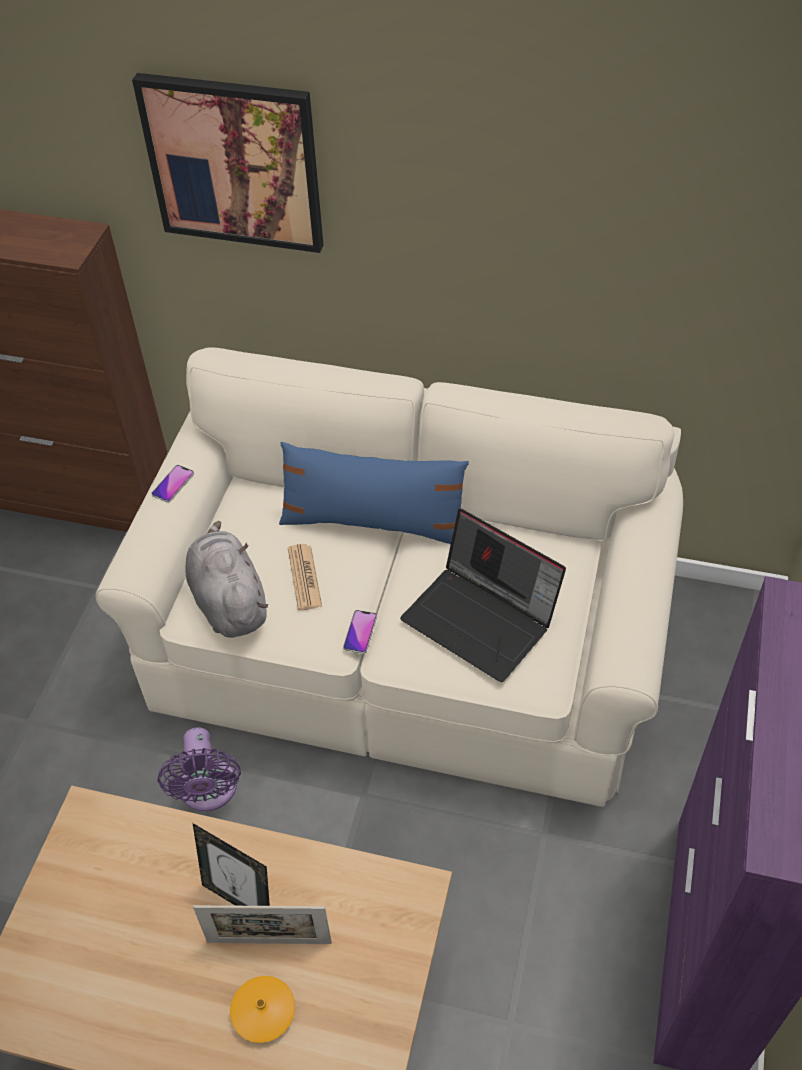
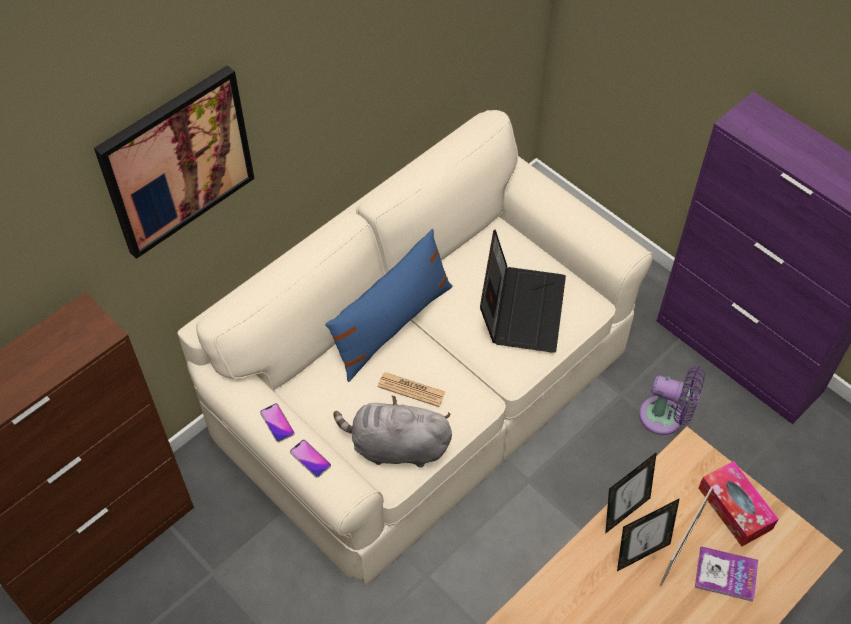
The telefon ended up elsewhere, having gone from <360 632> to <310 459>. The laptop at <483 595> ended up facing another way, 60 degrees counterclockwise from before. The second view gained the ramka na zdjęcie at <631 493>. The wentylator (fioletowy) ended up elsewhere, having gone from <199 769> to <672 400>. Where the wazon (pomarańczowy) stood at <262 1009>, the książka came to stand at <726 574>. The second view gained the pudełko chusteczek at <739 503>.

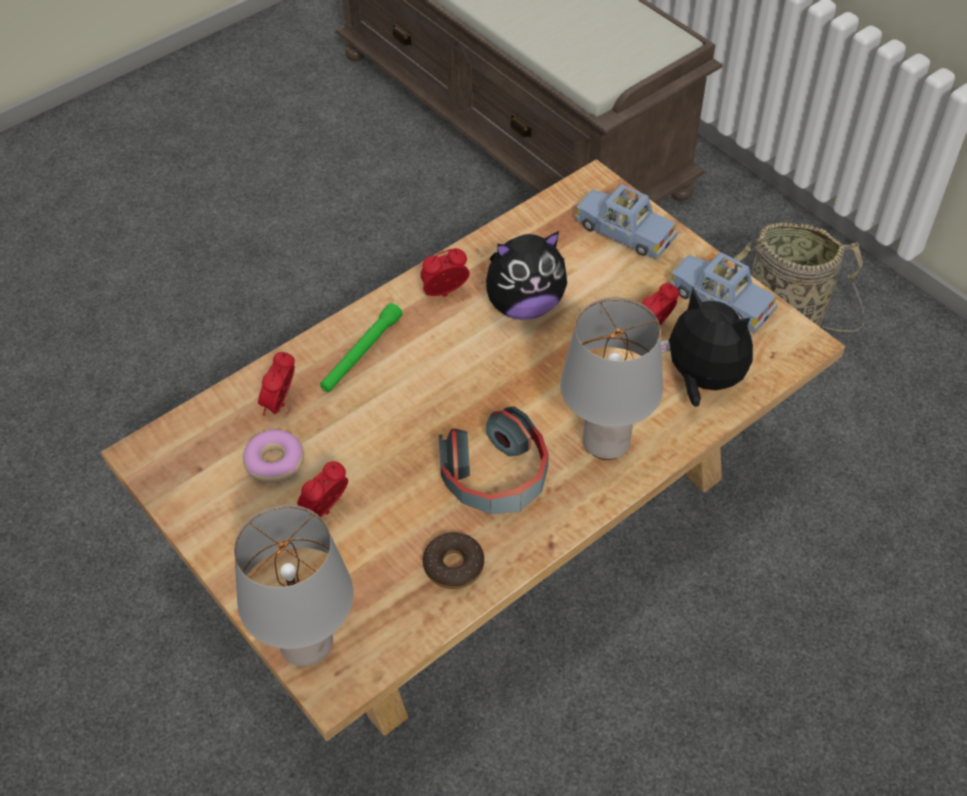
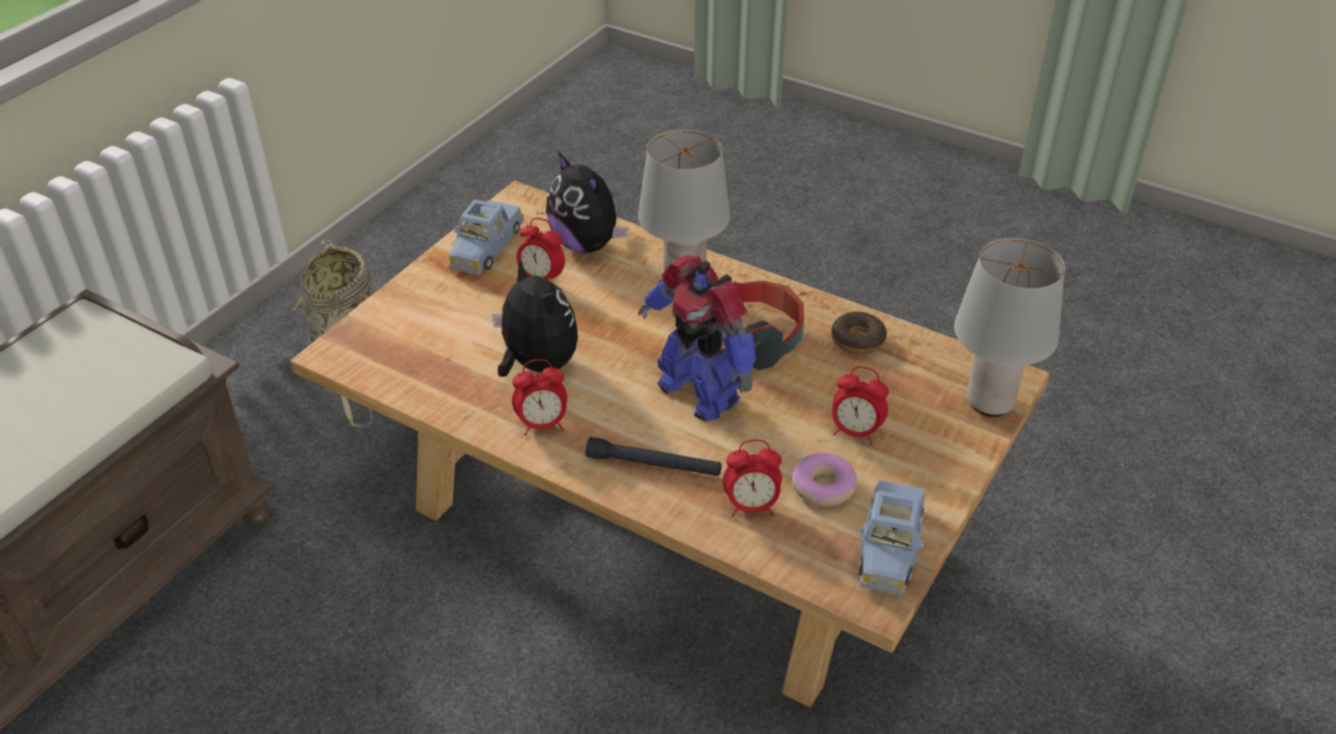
The budzik at <445 272> ended up facing another way, 60 degrees counterclockwise from before. The pluszak at <707 347> ended up facing another way, 60 degrees counterclockwise from before. What was the latarka (zielony) at <361 347> turned into the latarka (czarny) at <654 456>. The second view gained the robot zabawkowy at <697 338>. The samochodzik (niebieski) ended up elsewhere, having gone from <626 222> to <891 538>.

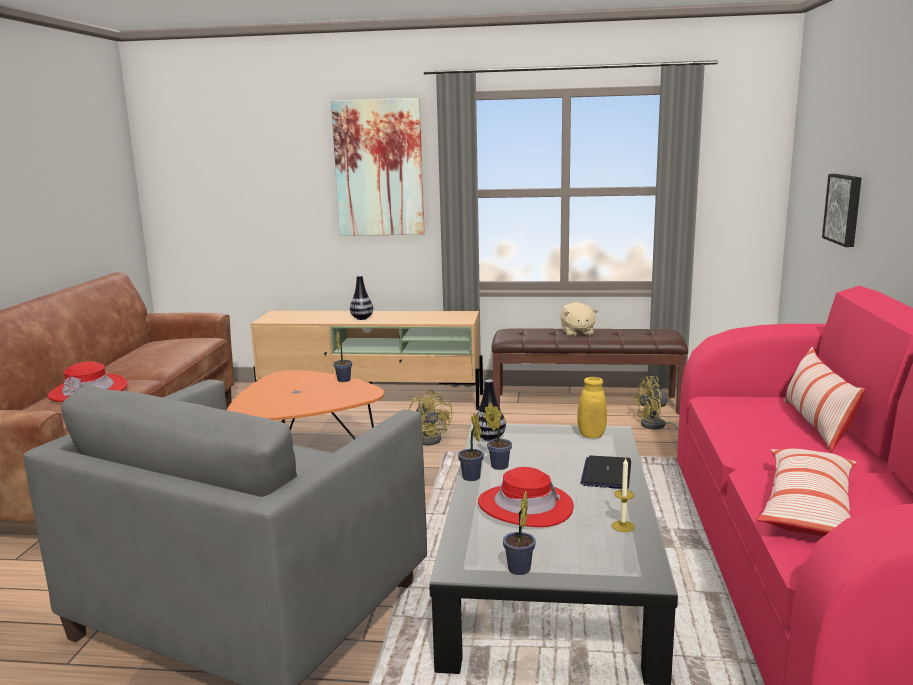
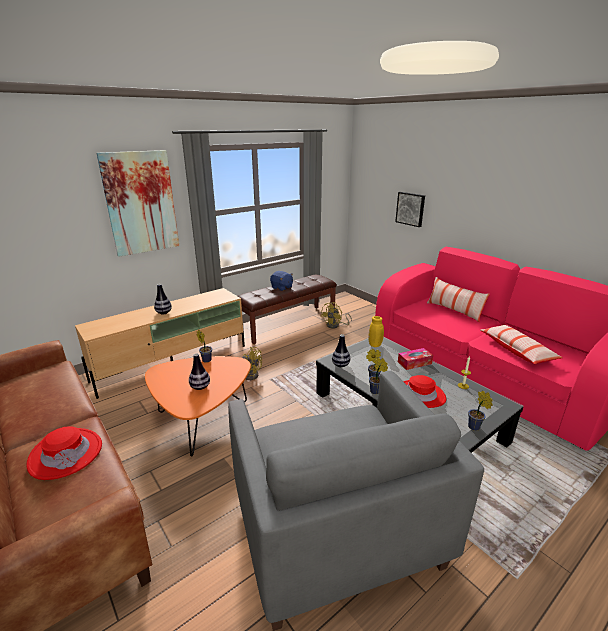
The second view gained the wazon at <199 371>. What was the pluszak (beżowy) at <579 319> turned into the pluszak (niebieski) at <281 281>. Where the laptop stood at <605 472>, the pudełko chusteczek came to stand at <415 359>.

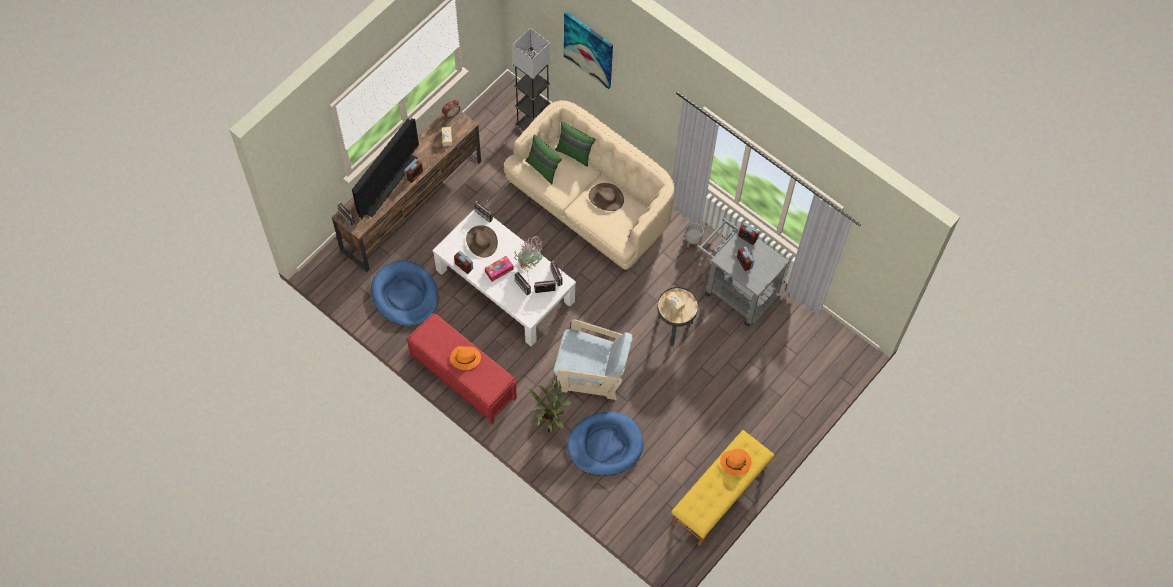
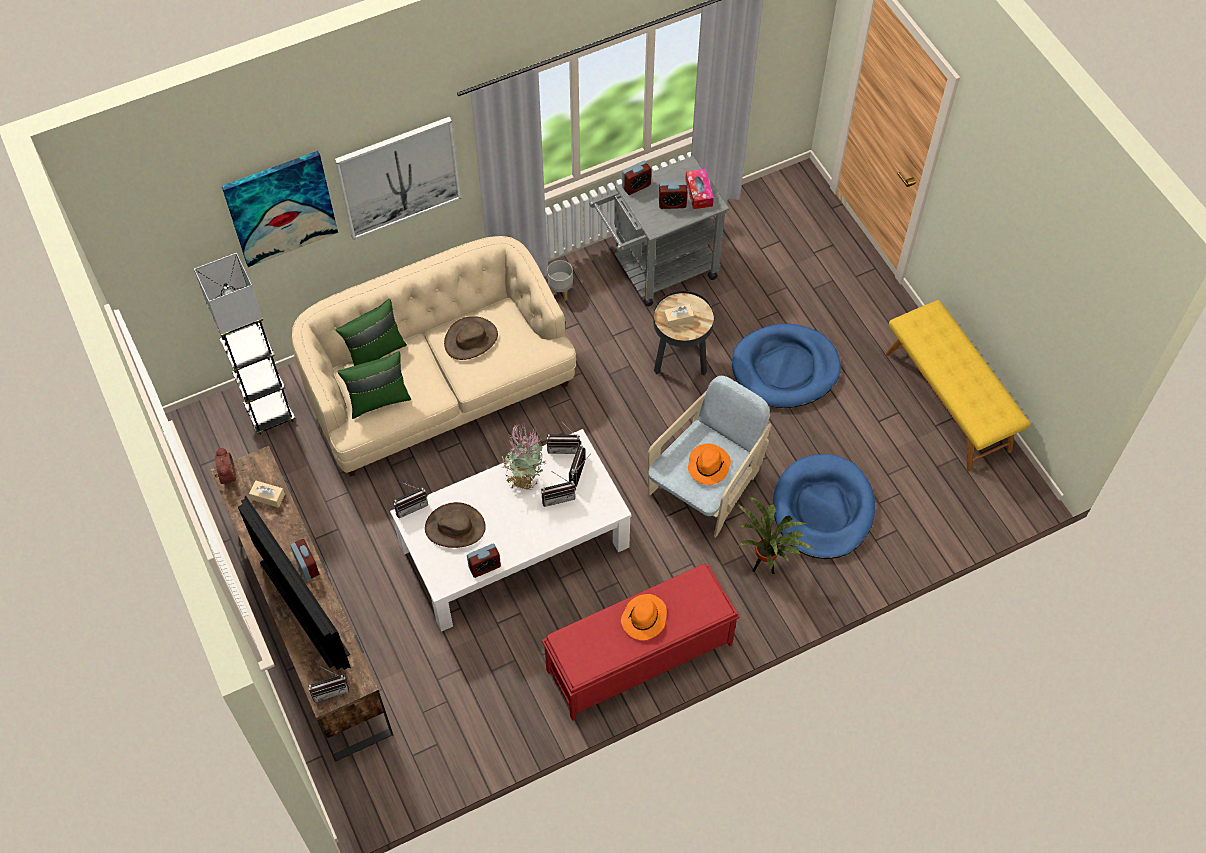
The second view gained the obraz at <398 178>. The pudełko chusteczek ended up elsewhere, having gone from <499 269> to <699 189>. The kapelusz (pomarańczowy) ended up elsewhere, having gone from <735 462> to <709 464>. The legowisko (niebieski) ended up elsewhere, having gone from <405 293> to <786 366>.

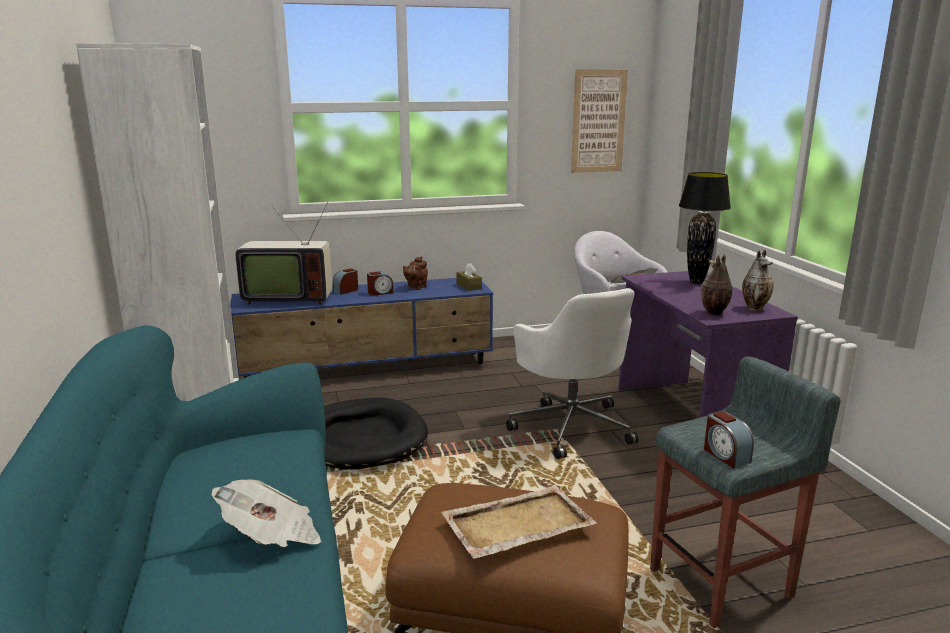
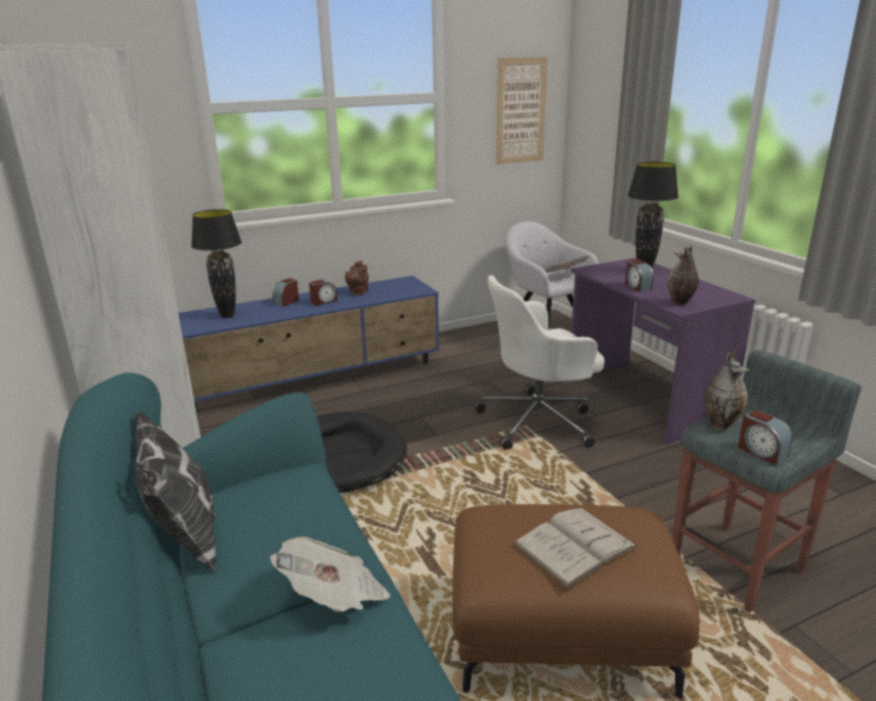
The second view gained the poduszka at <175 491>. Where the telewizor stood at <283 253>, the lampa stołowa (czarny) came to stand at <216 263>. The krzesło biurowe (biały) at <572 373> ended up facing another way, 105 degrees clockwise from before. Where the taca (beżowy) stood at <519 522>, the książka (biały) came to stand at <575 548>. The second view gained the budzik at <639 275>. The wazon ended up elsewhere, having gone from <758 280> to <727 390>. The second view lost the pudełko chusteczek (brązowy) at <469 277>.

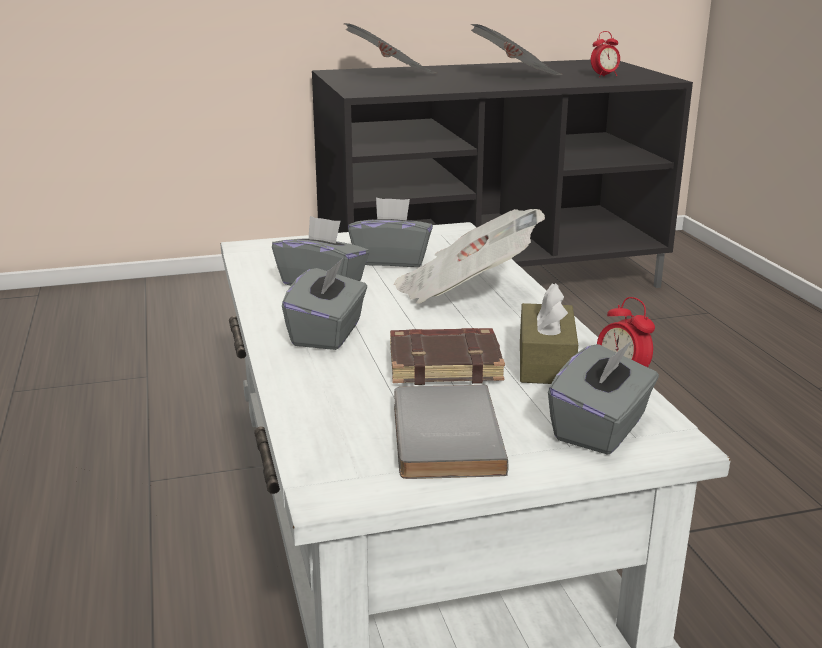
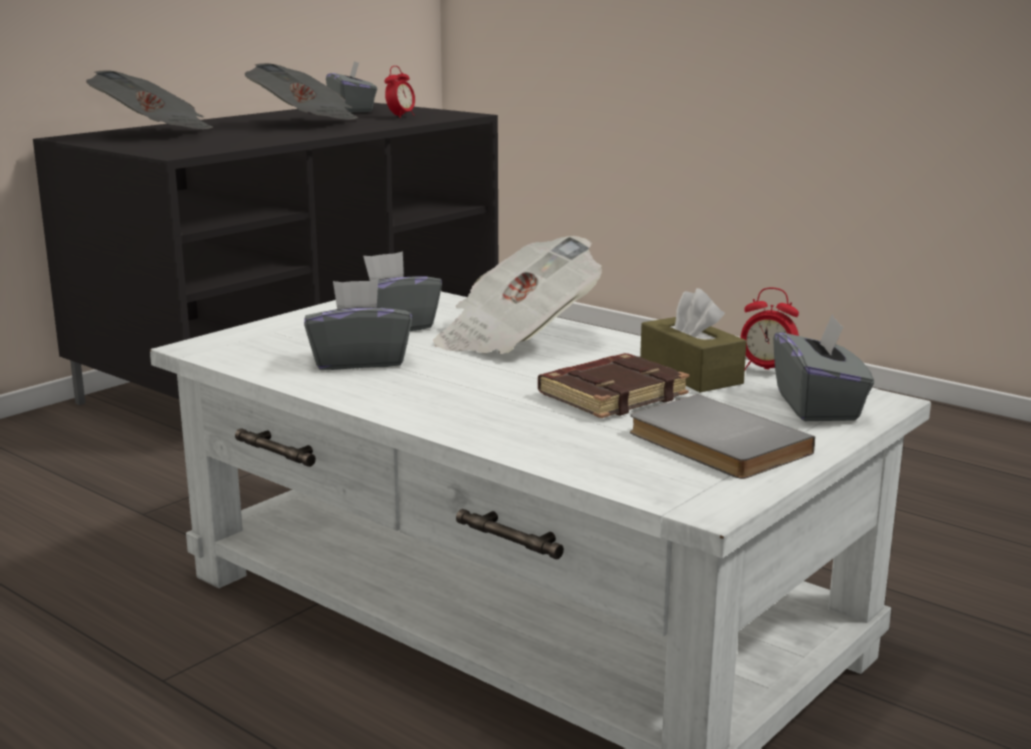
The pudełko chusteczek (szary) ended up elsewhere, having gone from <324 304> to <351 87>.

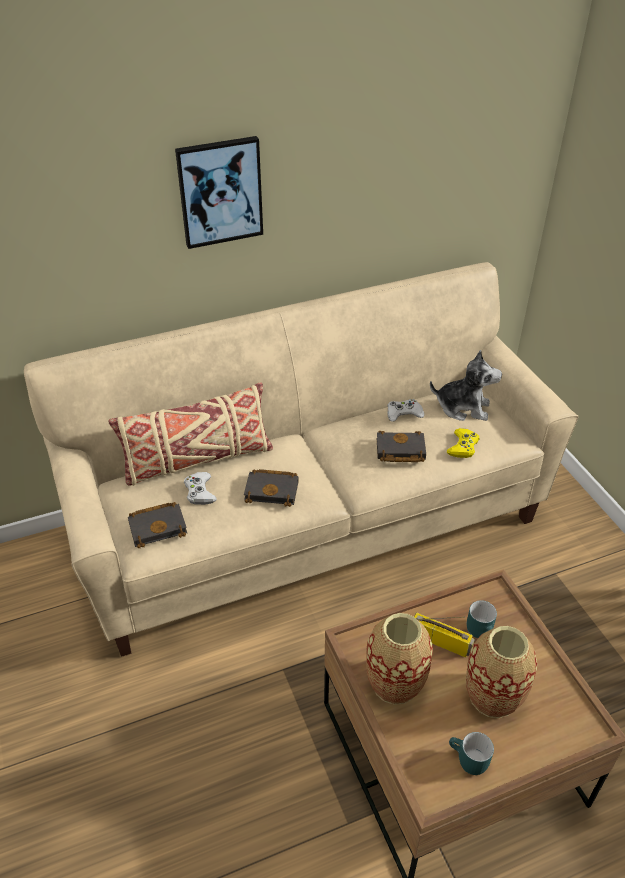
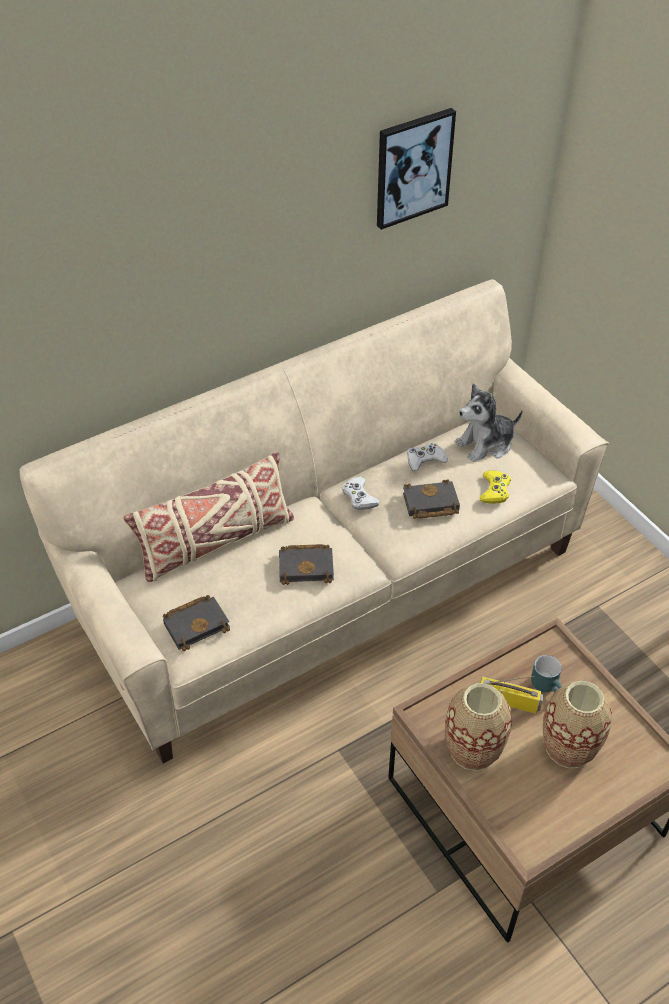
The pad do gier (biały) ended up elsewhere, having gone from <200 488> to <361 493>. The obraz ended up elsewhere, having gone from <219 192> to <416 169>. The pluszak at <466 385> ended up facing another way, 150 degrees clockwise from before. The second view lost the kubek (turkusowy) at <471 753>.

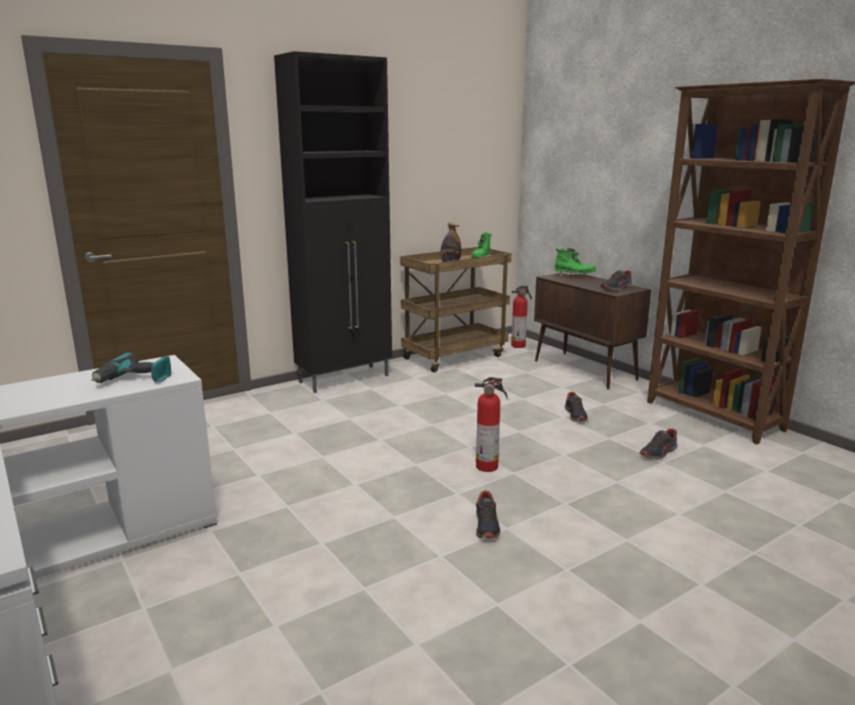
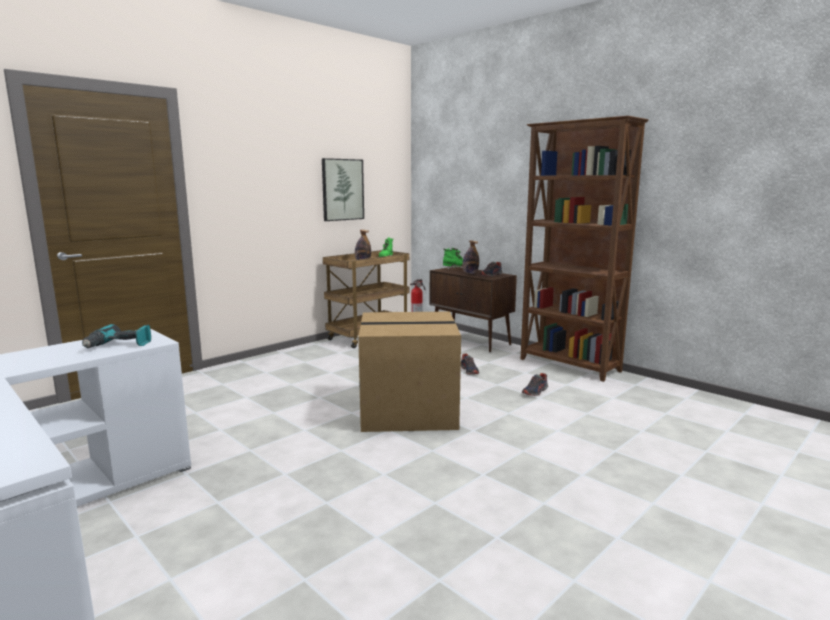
The second view gained the obraz at <343 189>. Where the gaśnica stood at <491 424>, the karton came to stand at <409 371>. The second view gained the butelka at <470 257>. The second view lost the szafka (czarny) at <333 222>. The second view lost the but at <488 514>.

